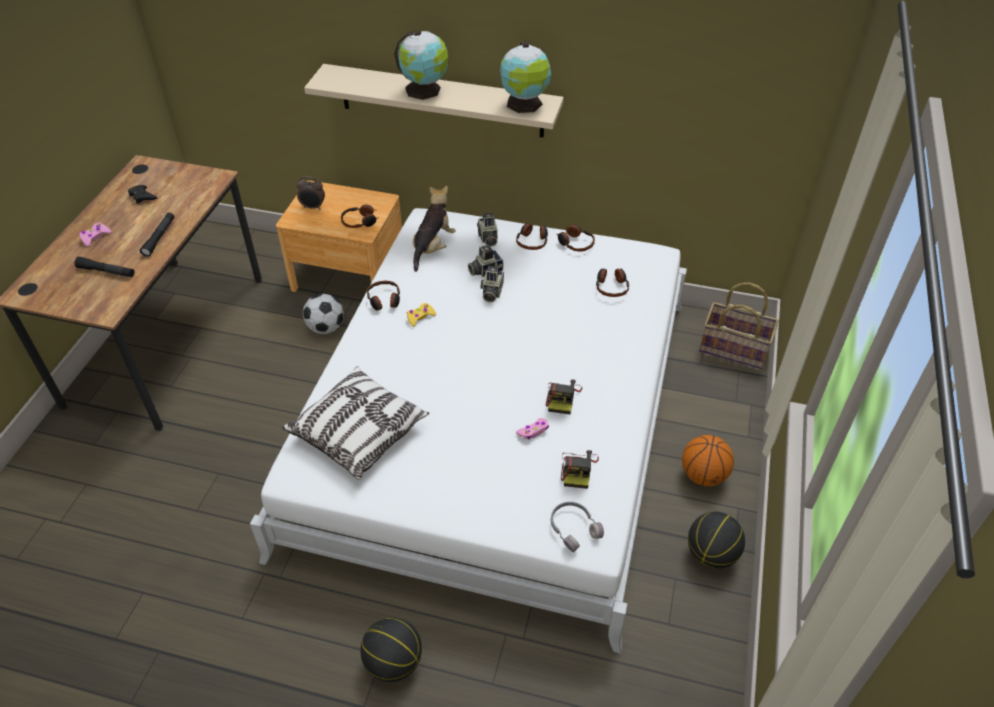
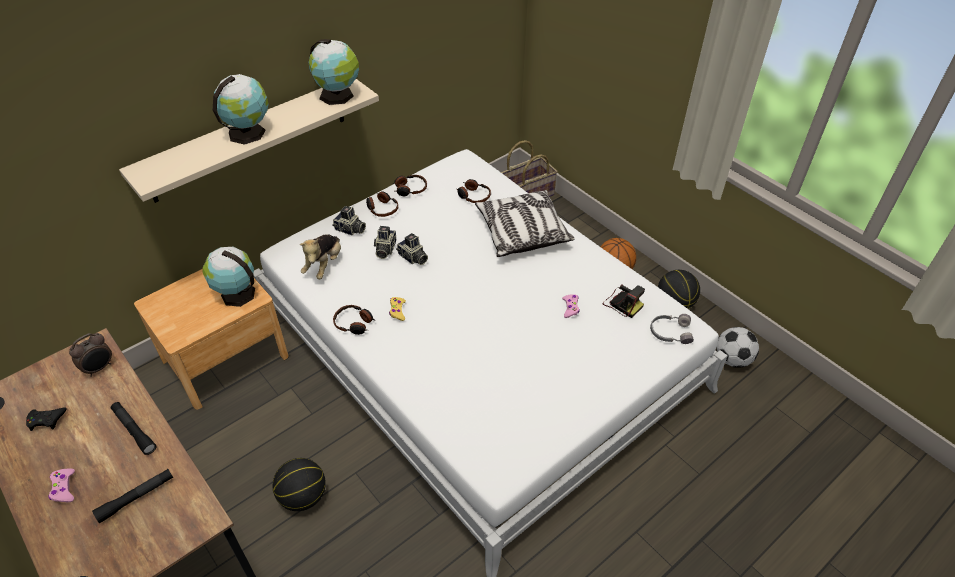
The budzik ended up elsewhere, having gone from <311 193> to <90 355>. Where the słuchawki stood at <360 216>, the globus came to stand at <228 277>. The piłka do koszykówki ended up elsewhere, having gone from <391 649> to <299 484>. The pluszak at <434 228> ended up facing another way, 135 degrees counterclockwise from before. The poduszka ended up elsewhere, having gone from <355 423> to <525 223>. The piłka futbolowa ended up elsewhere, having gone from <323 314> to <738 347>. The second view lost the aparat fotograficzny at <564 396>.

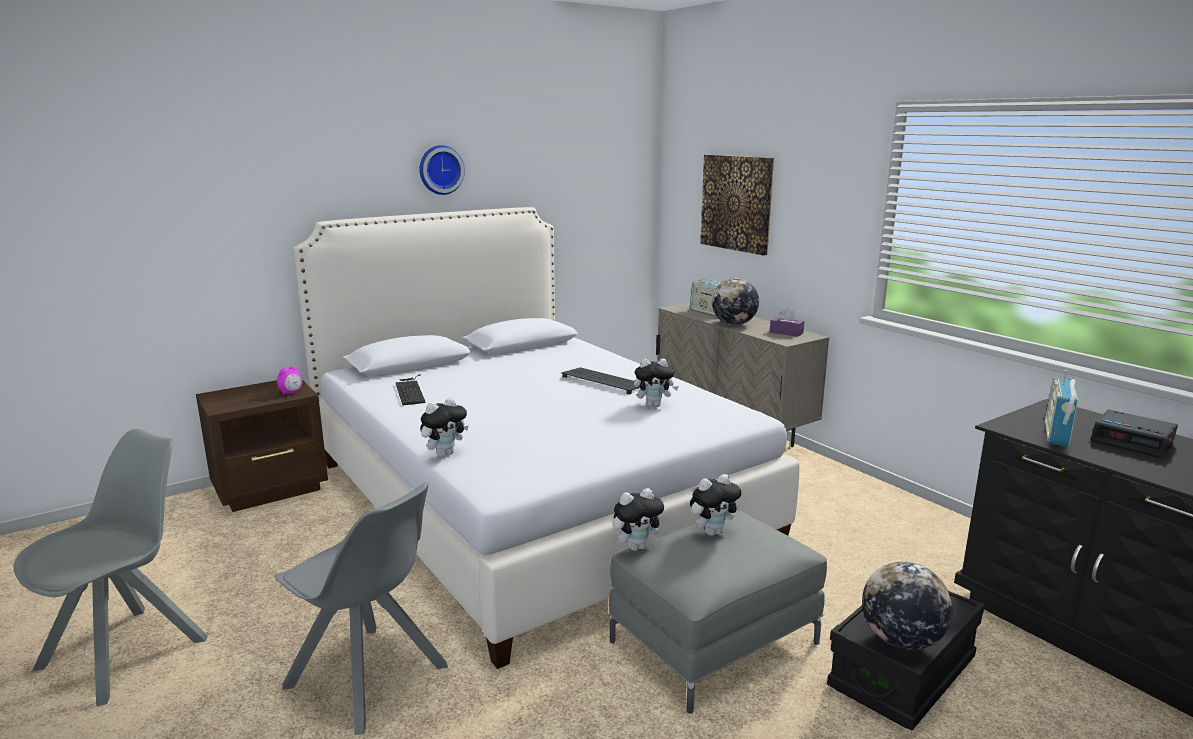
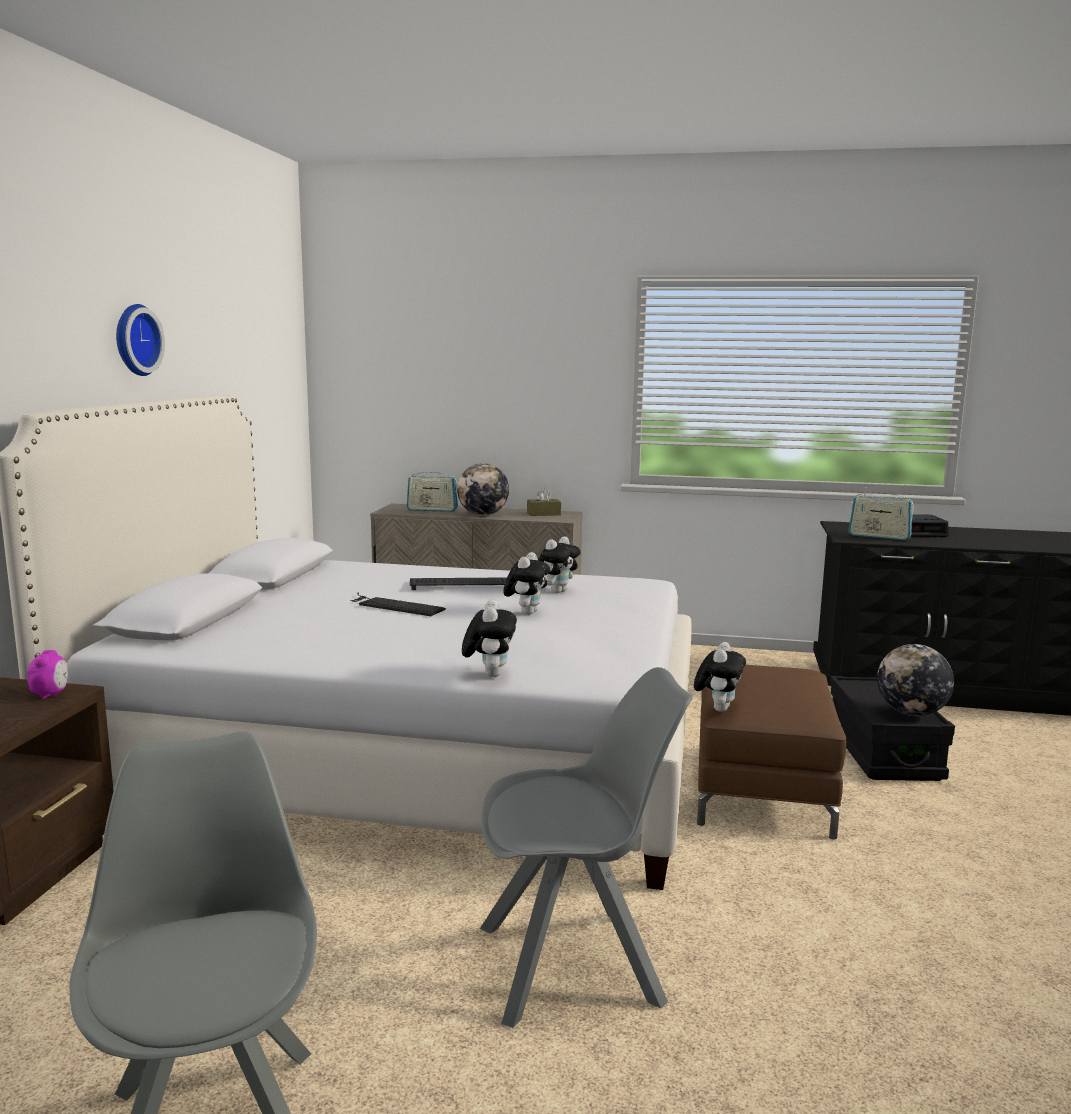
The klawiatura ended up elsewhere, having gone from <411 389> to <398 604>. The pluszak ended up elsewhere, having gone from <715 505> to <526 583>. What was the pudełko chusteczek (fioletowy) at <787 322> turned into the pudełko chusteczek (brązowy) at <544 502>. What was the pufa (szary) at <718 612> turned into the pufa (brązowy) at <771 752>. The radio at <1061 408> ended up facing another way, 45 degrees counterclockwise from before. The second view lost the obraz at <737 205>.

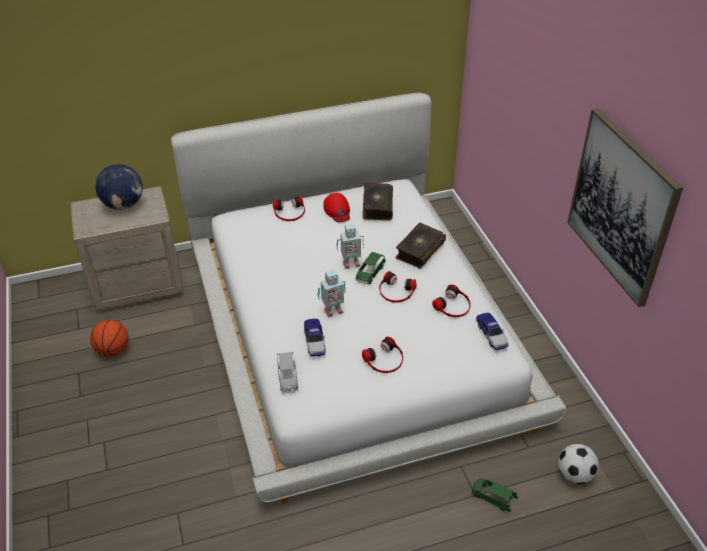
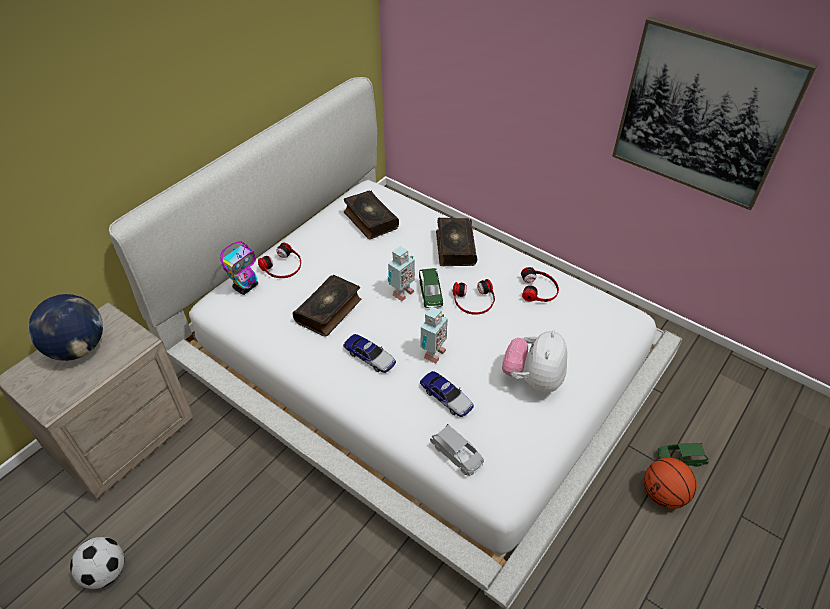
The piłka futbolowa ended up elsewhere, having gone from <578 464> to <97 563>. The second view gained the robot zabawkowy at <239 268>. The second view gained the książka at <327 306>. The samochodzik ended up elsewhere, having gone from <492 331> to <369 353>. Where the słuchawki stood at <382 355>, the pluszak came to stand at <534 361>. The piłka do koszykówki ended up elsewhere, having gone from <109 338> to <670 483>. The second view lost the czapka z daszkiem (czerwony) at <337 207>.

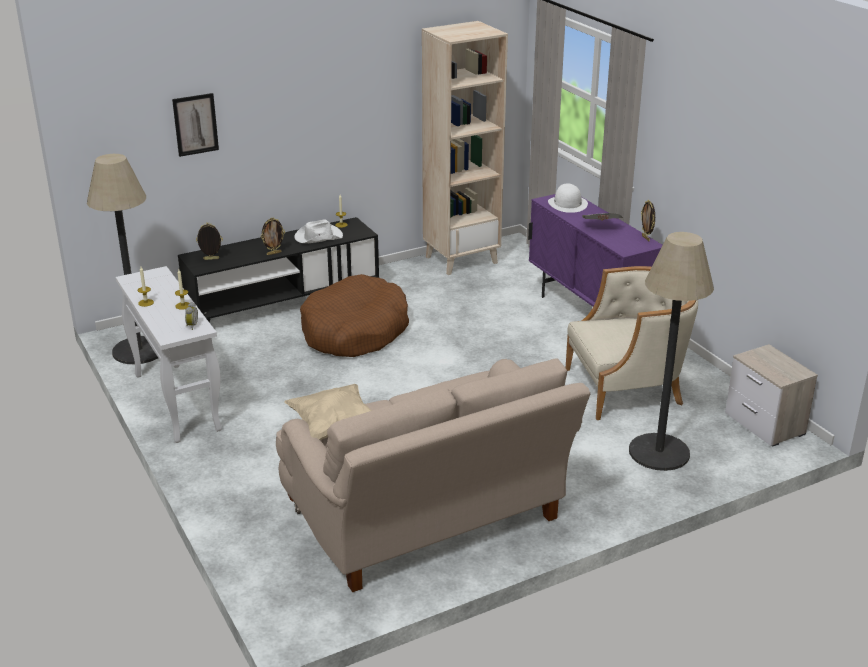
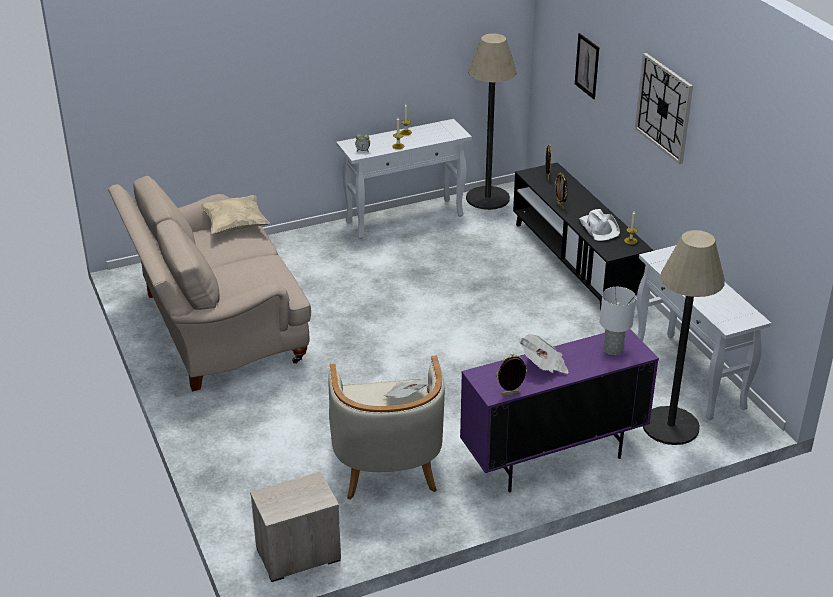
The second view gained the gazeta at <406 388>. Where the kapelusz (biały) stood at <568 198>, the lampa stołowa (biały) came to stand at <618 321>. The second view gained the zegar ścienny at <664 108>. Where the regał (beżowy) stood at <465 148>, the stolik konsolowy (biały) came to stand at <704 332>. The lampa stojąca ended up elsewhere, having gone from <671 351> to <684 337>. The second view lost the legowisko (brązowy) at <354 315>.

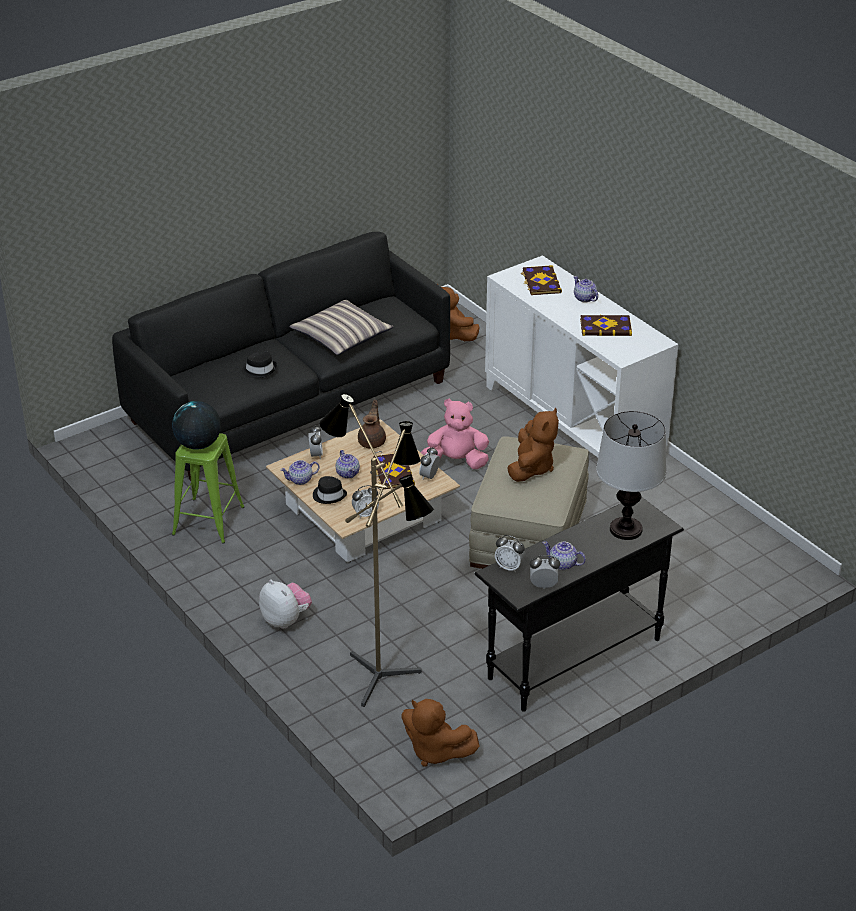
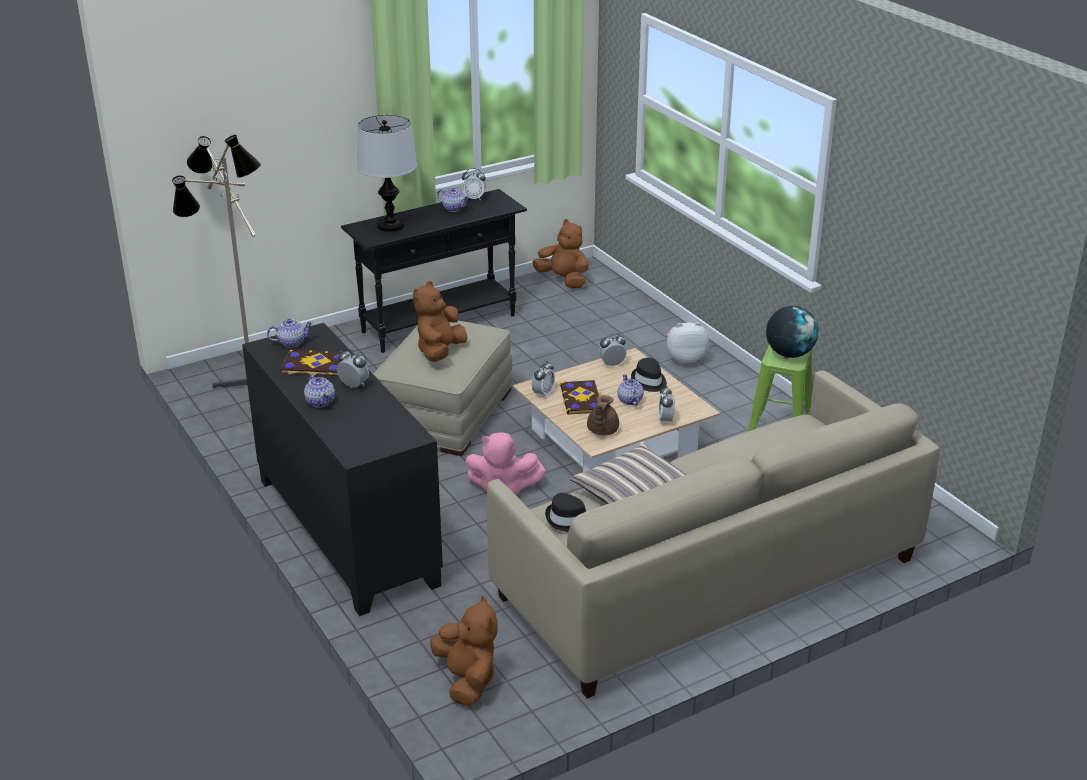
The lampa stojąca ended up elsewhere, having gone from <376 550> to <216 261>. What was the szafka (biały) at <581 356> turned into the szafka (czarny) at <342 469>. The imbryk ended up elsewhere, having gone from <300 472> to <290 333>. The budzik ended up elsewhere, having gone from <510 554> to <353 368>. What was the kanapa (czarny) at <281 356> turned into the kanapa (beżowy) at <713 534>. The kapelusz (czarny) ended up elsewhere, having gone from <259 364> to <565 512>. The pluszak at <285 604> ended up facing another way, 120 degrees clockwise from before. The second view lost the książka at <541 280>.

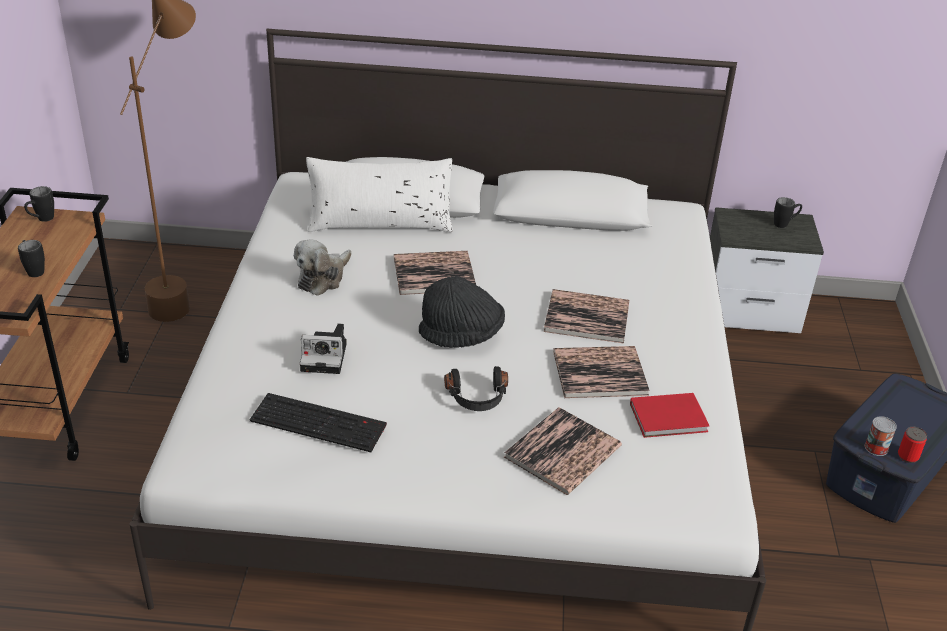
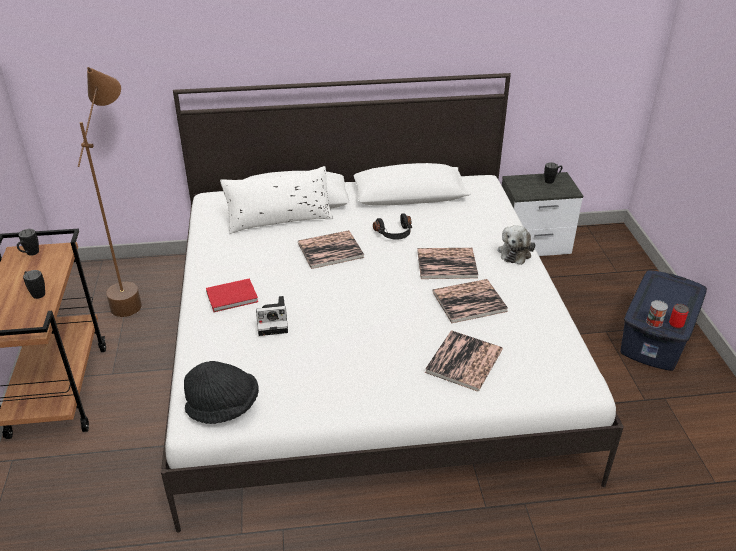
The kapelusz (czarny) ended up elsewhere, having gone from <462 312> to <221 392>. The książka (czerwony) ended up elsewhere, having gone from <669 415> to <232 295>. The słuchawki (czarny) ended up elsewhere, having gone from <476 388> to <392 226>. The pluszak ended up elsewhere, having gone from <323 267> to <516 245>. The second view lost the klawiatura at <318 422>.

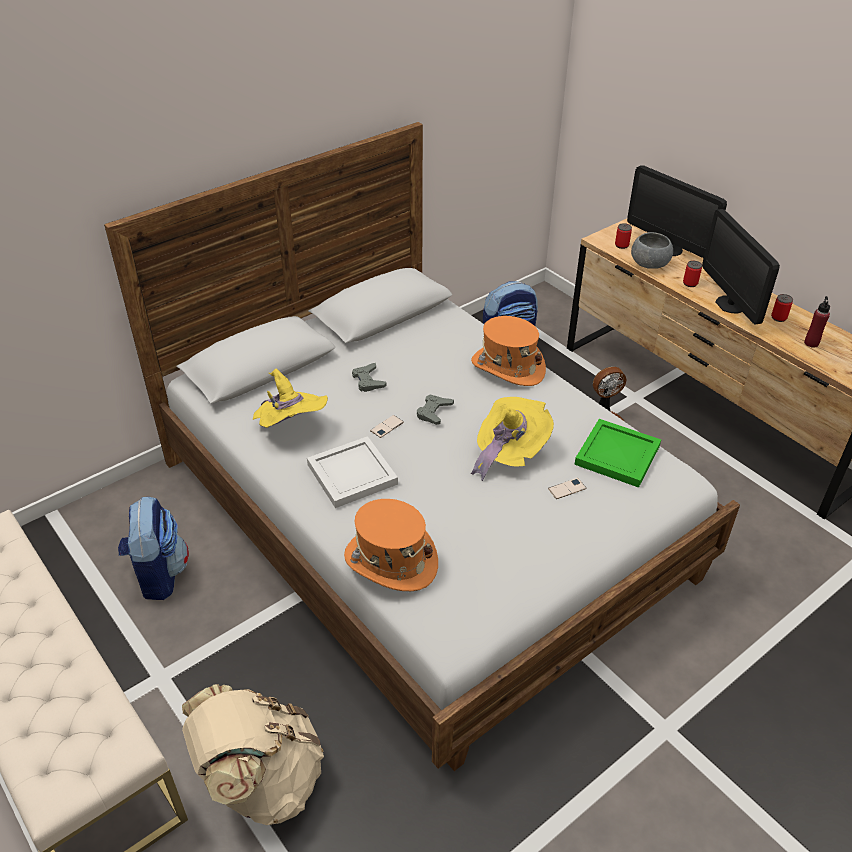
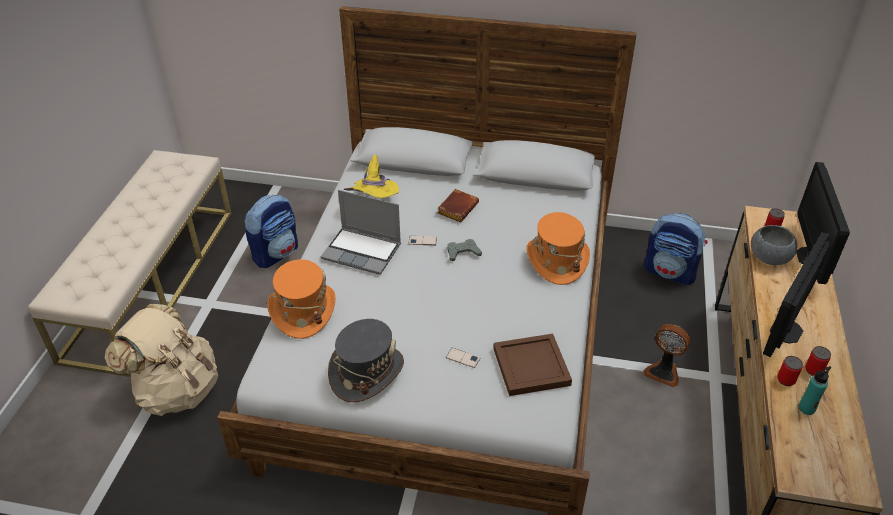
Where the taca (biały) stood at <352 472>, the laptop came to stand at <360 232>. The second view gained the kapelusz (szary) at <366 360>. Where the pad do gier (szary) stood at <369 377>, the książka (brązowy) came to stand at <458 205>. What was the taca (zielony) at <617 453> turned into the taca (brązowy) at <532 365>. The puszka ended up elsewhere, having gone from <692 274> to <790 371>. What was the butelka (czerwony) at <817 322> turned into the butelka (turkusowy) at <815 390>. The second view lost the kapelusz (żółty) at <512 439>.

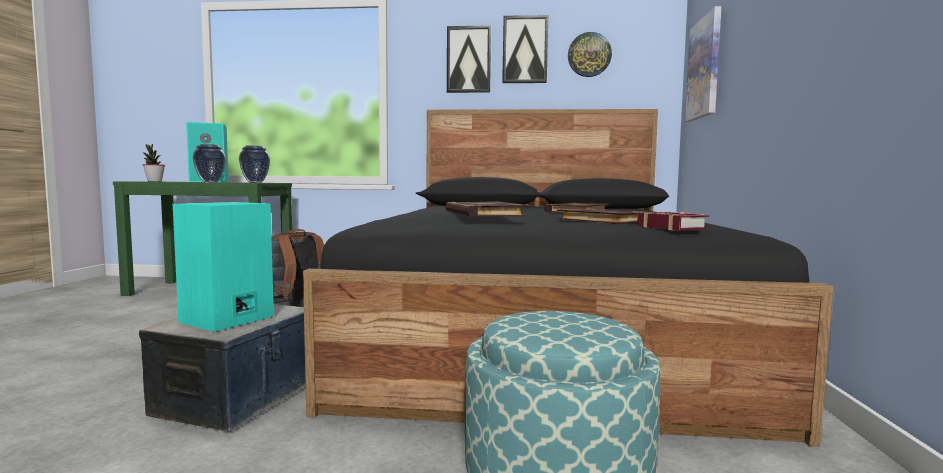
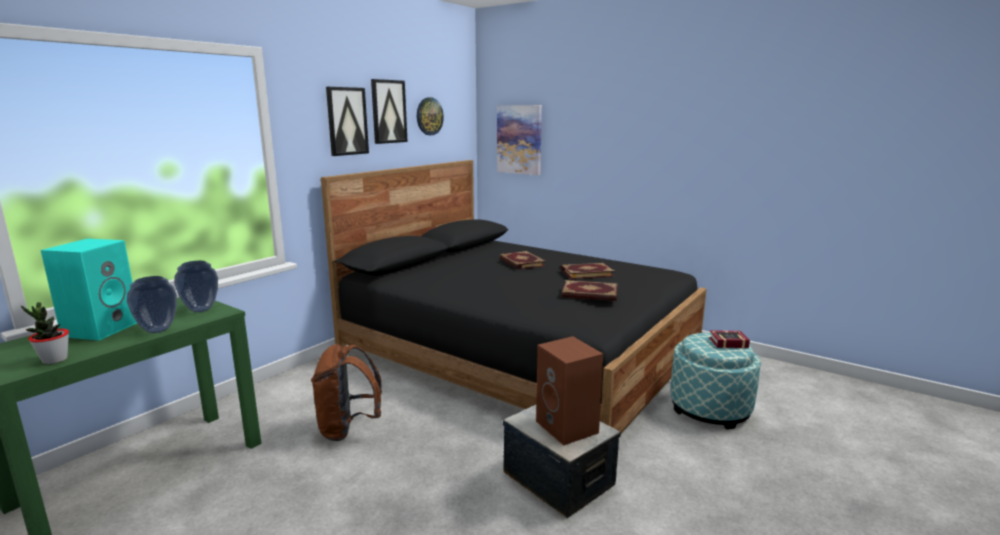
What was the głośnik (turkusowy) at <223 267> turned into the głośnik (brązowy) at <569 391>. The książka ended up elsewhere, having gone from <673 221> to <729 339>.

